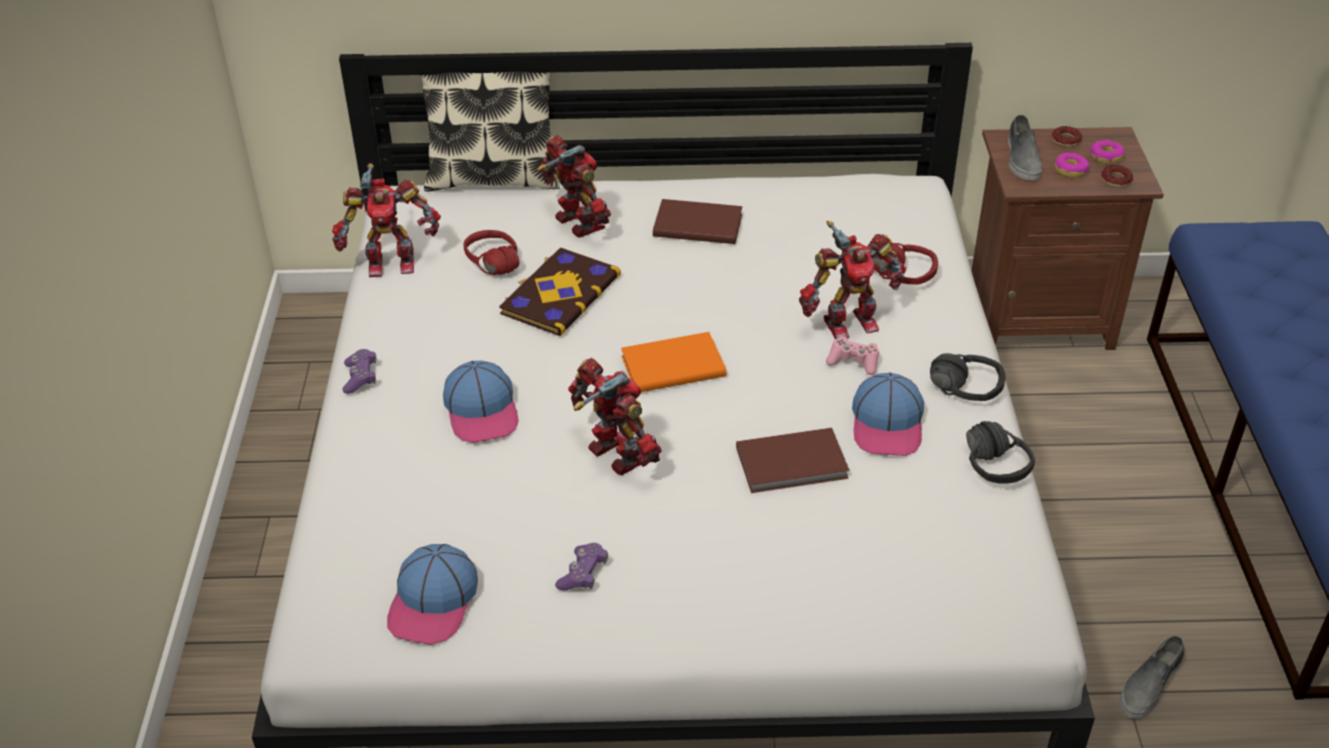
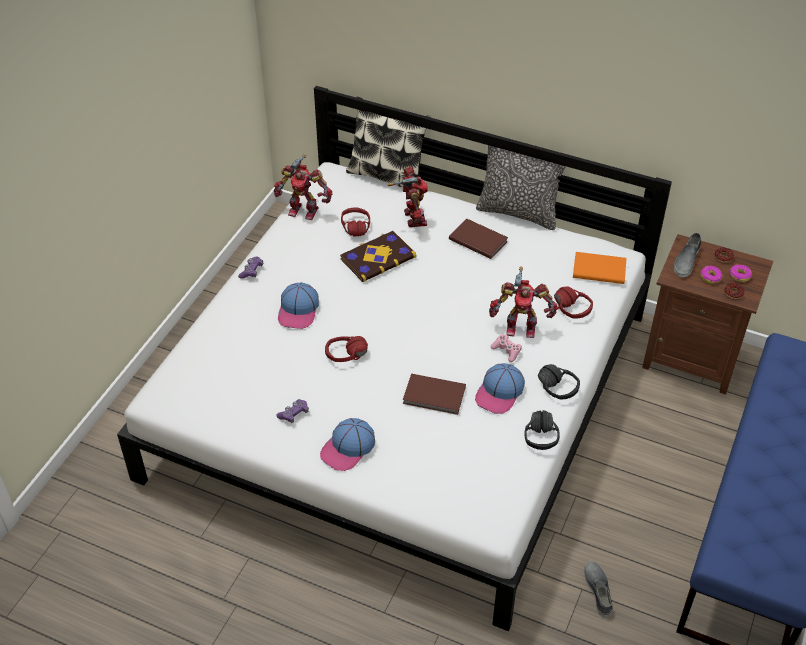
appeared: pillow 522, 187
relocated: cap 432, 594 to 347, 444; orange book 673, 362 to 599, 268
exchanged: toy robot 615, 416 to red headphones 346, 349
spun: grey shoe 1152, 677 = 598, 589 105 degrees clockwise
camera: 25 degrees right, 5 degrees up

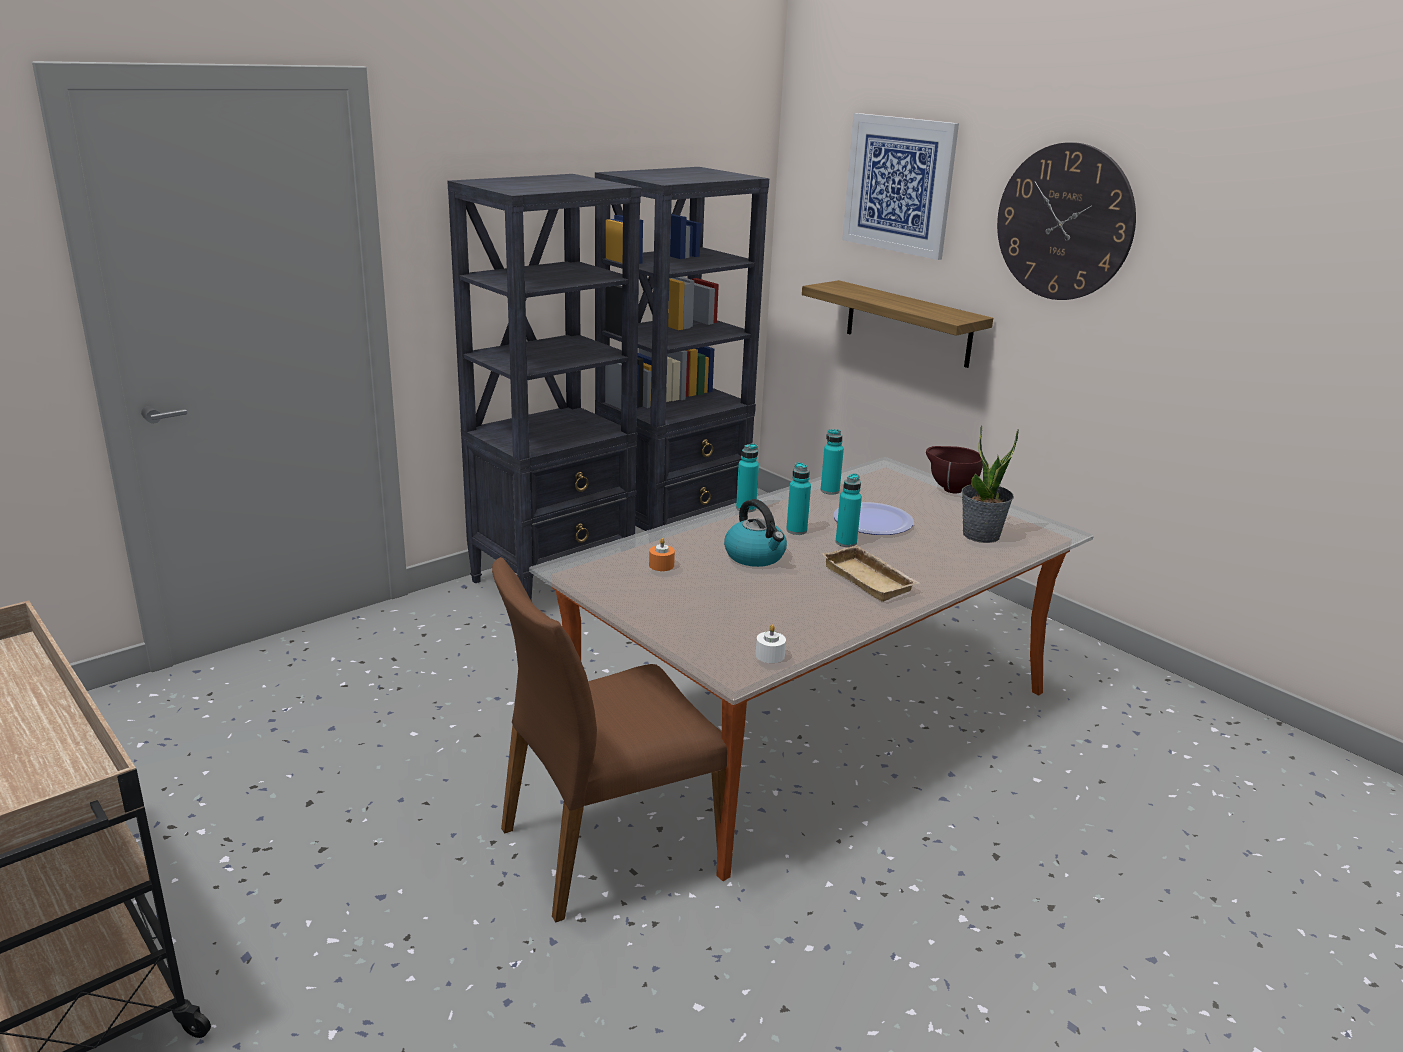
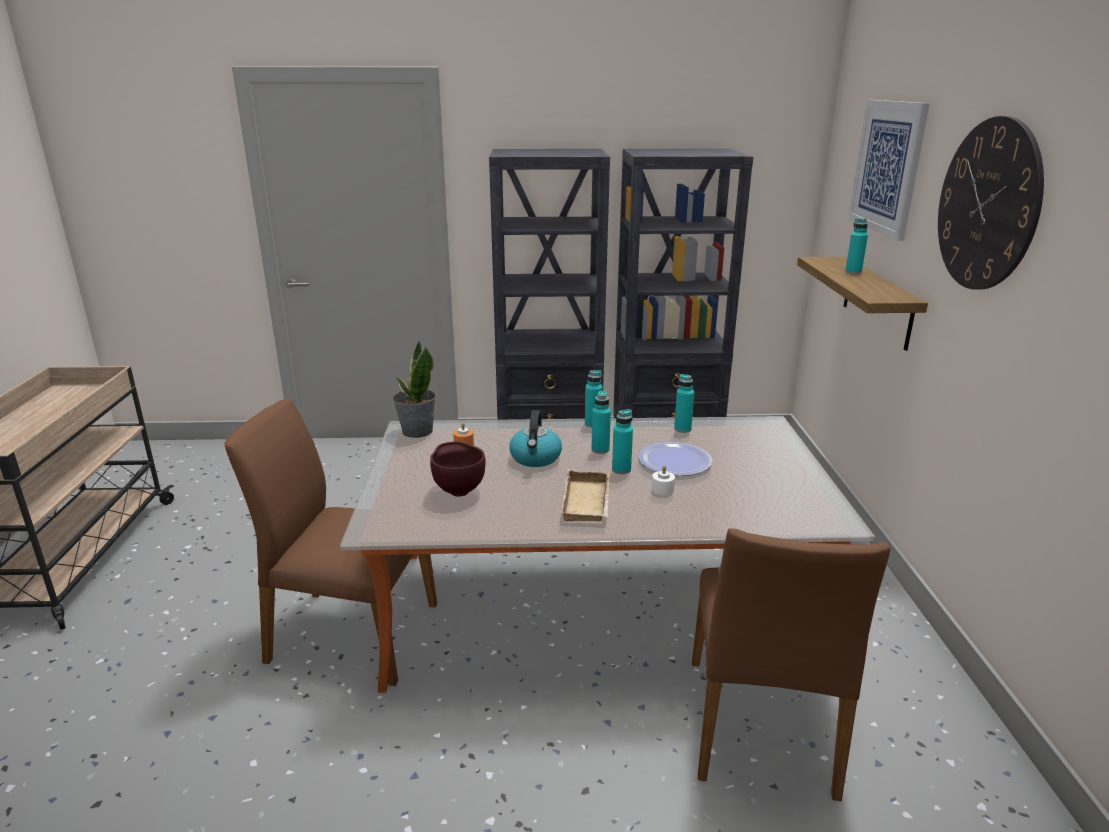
appeared: brown chair 791, 665; turquoise bottle 856, 246
relocated: potted plant 990, 484 to 414, 389; brown bowl 954, 469 to 458, 469; white candle 771, 644 to 663, 480
camera: 40 degrees right, 0 degrees up

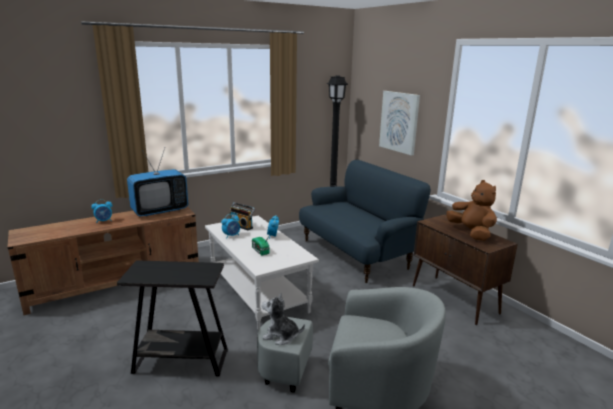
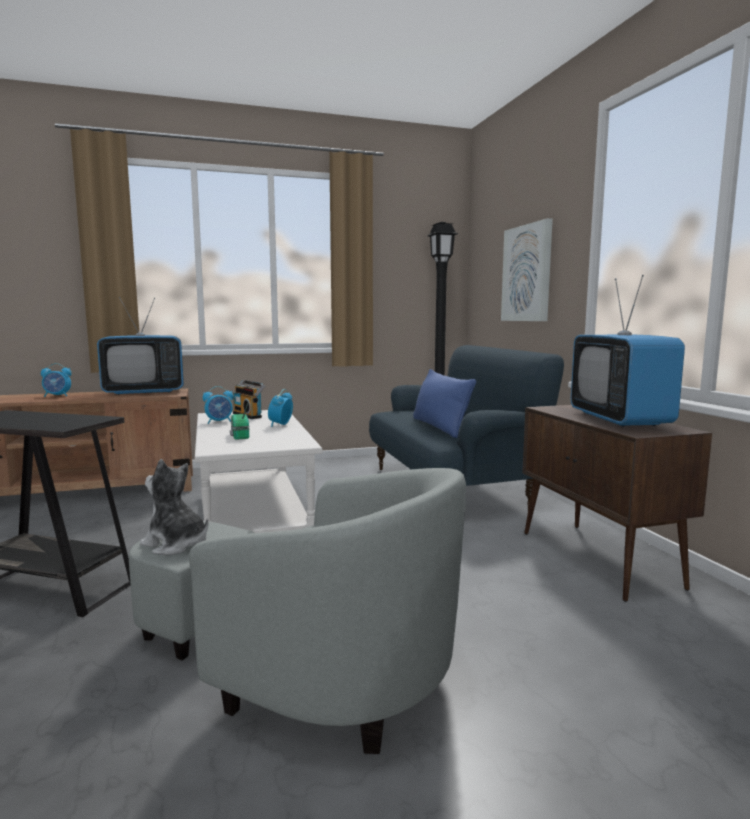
appeared: blue pillow 444, 403
exchanged: brown plush toy 471, 210 to television 628, 351
camera: 15 degrees right, 10 degrees down

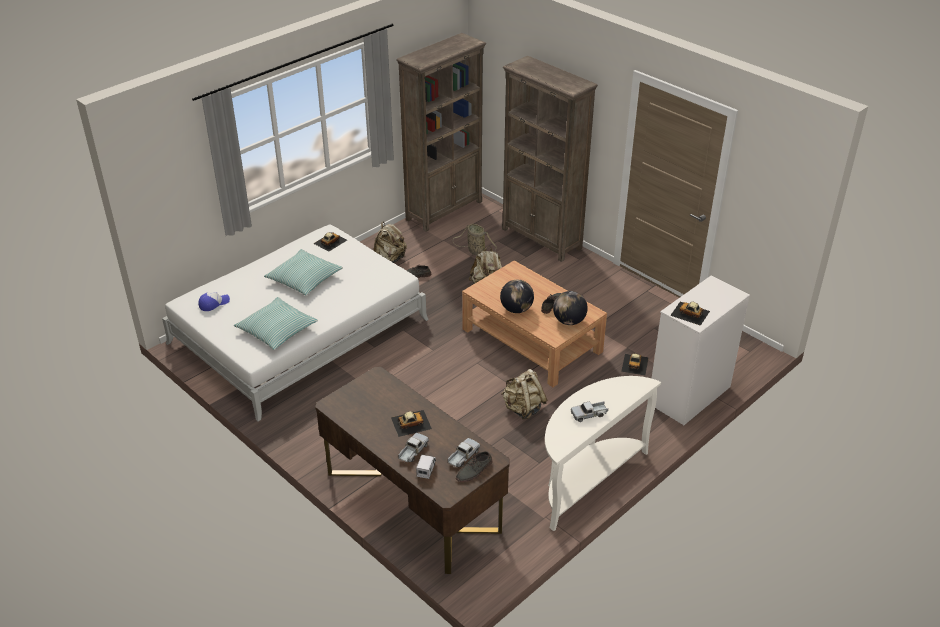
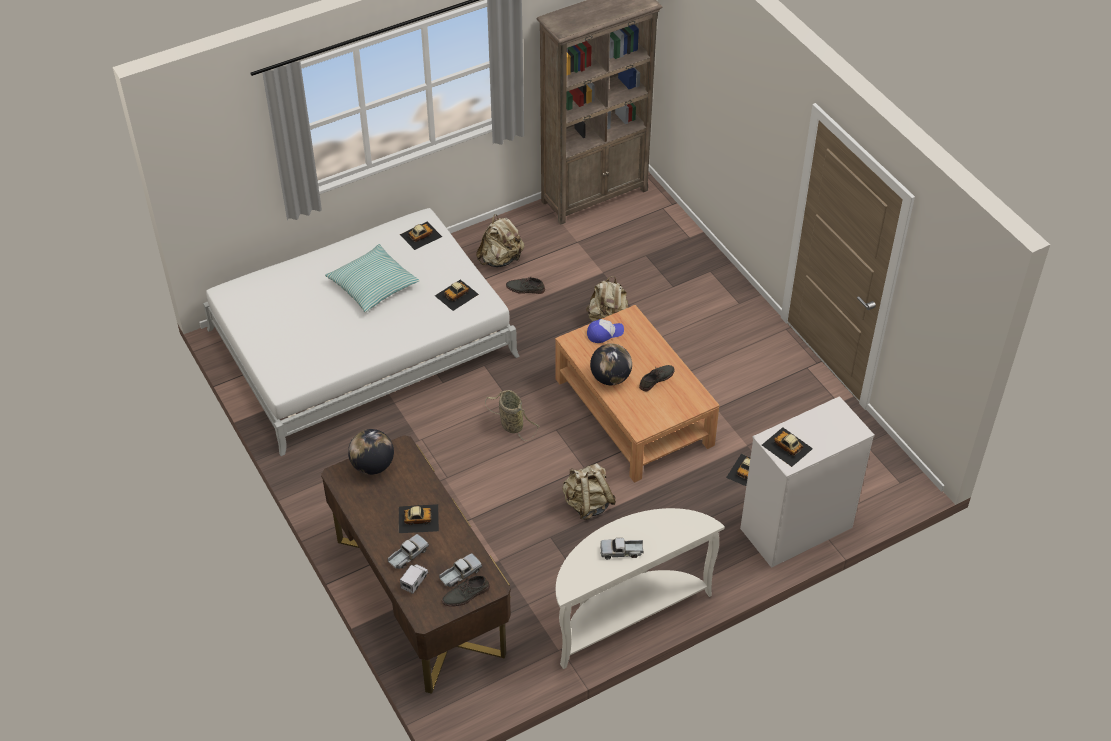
missing: pillow 276, 323; brown bookcase 550, 159
appeared: toy car 457, 295
relocated: globe 570, 308 to 371, 452; basket 475, 239 to 512, 415; cap 214, 301 to 605, 331
camera: 15 degrees right, 10 degrees up

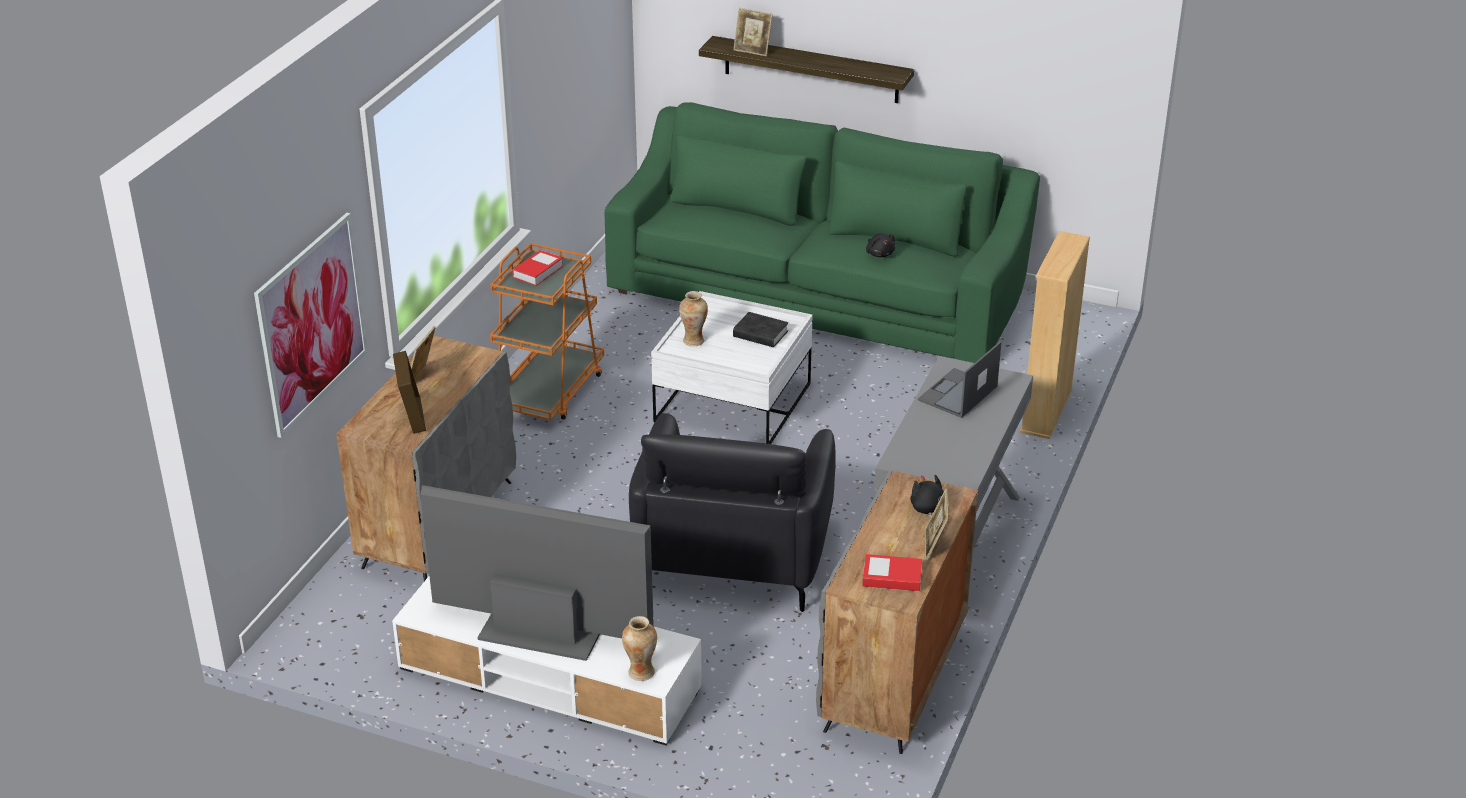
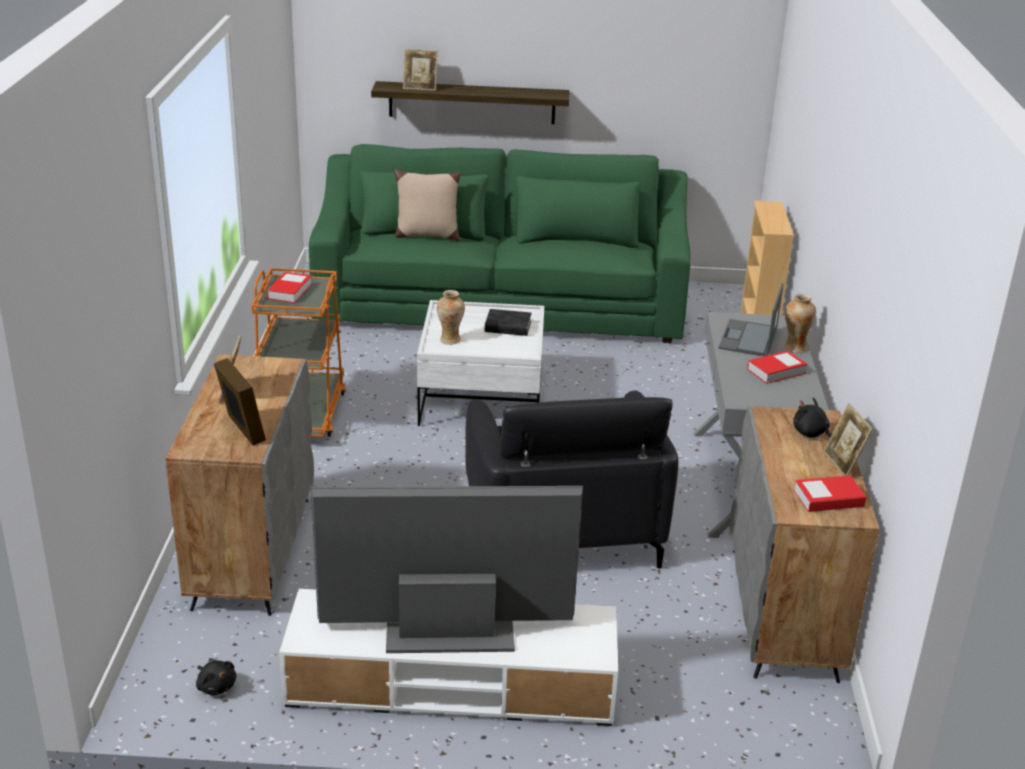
missing: picture 311, 325
appeared: beige pillow 427, 205; book 777, 367
relocated: black plush toy 880, 245 to 216, 677; vase 639, 648 to 800, 323
camera: 20 degrees left, 5 degrees down

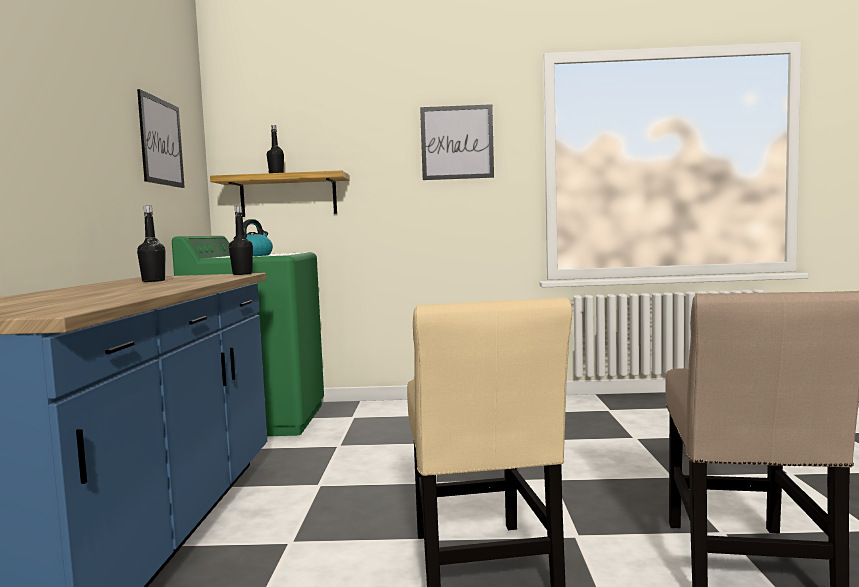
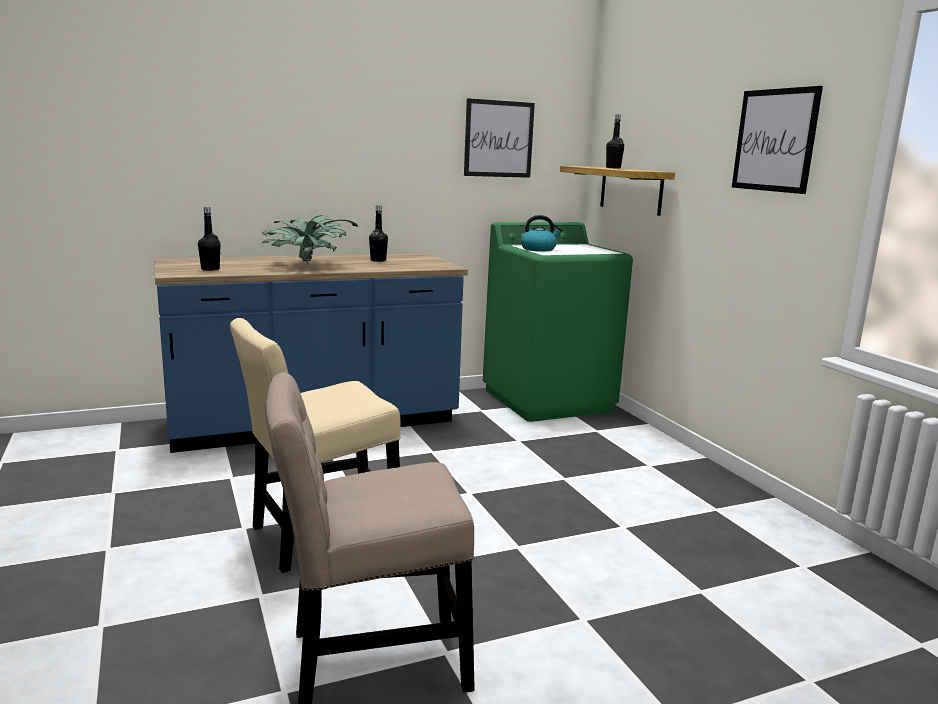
appeared: potted plant 310, 240
relocated: black bottle 241, 240 to 209, 239
camera: 65 degrees right, 10 degrees up

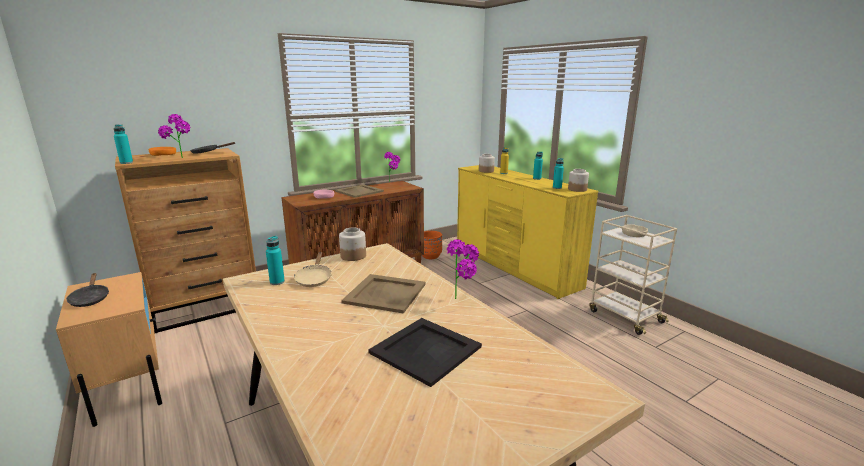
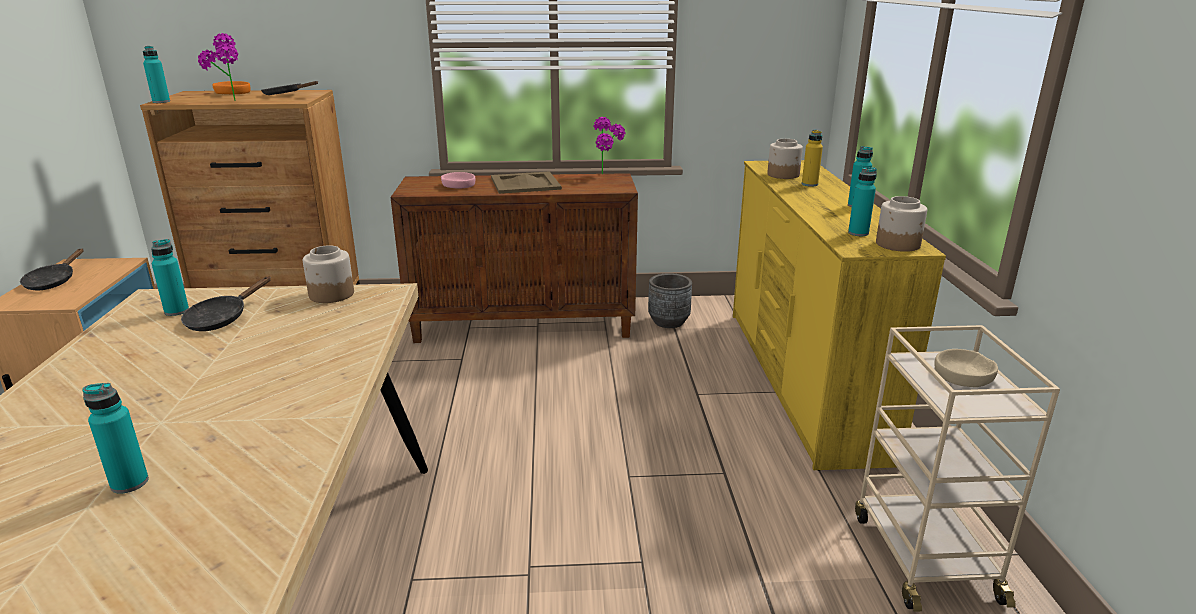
missing: beige tray 383, 294; potted plant 463, 269
exchanged: black tray 425, 352 to turquoise bottle 115, 438
colour: beige frying pan 313, 269 to black frying pan 226, 304; orange planter 432, 245 to grey planter 670, 300
camera: 30 degrees right, 5 degrees up

